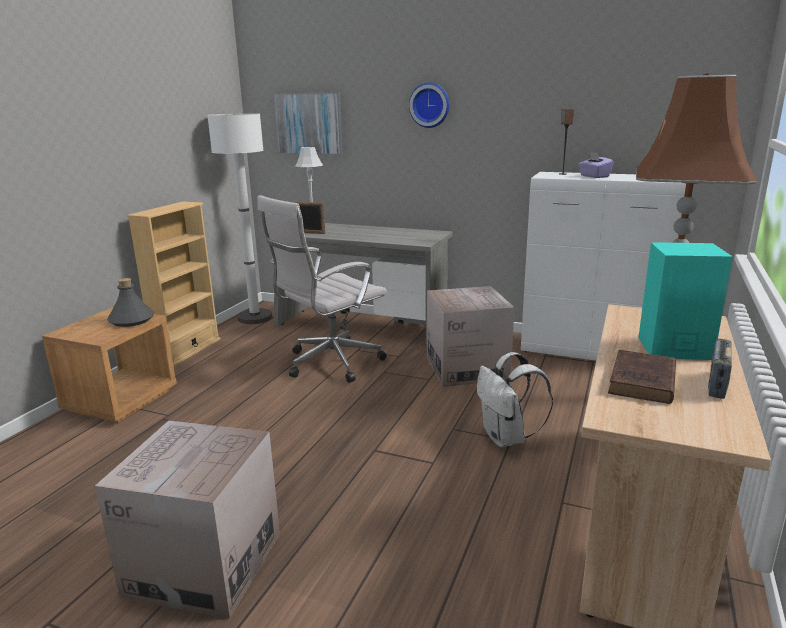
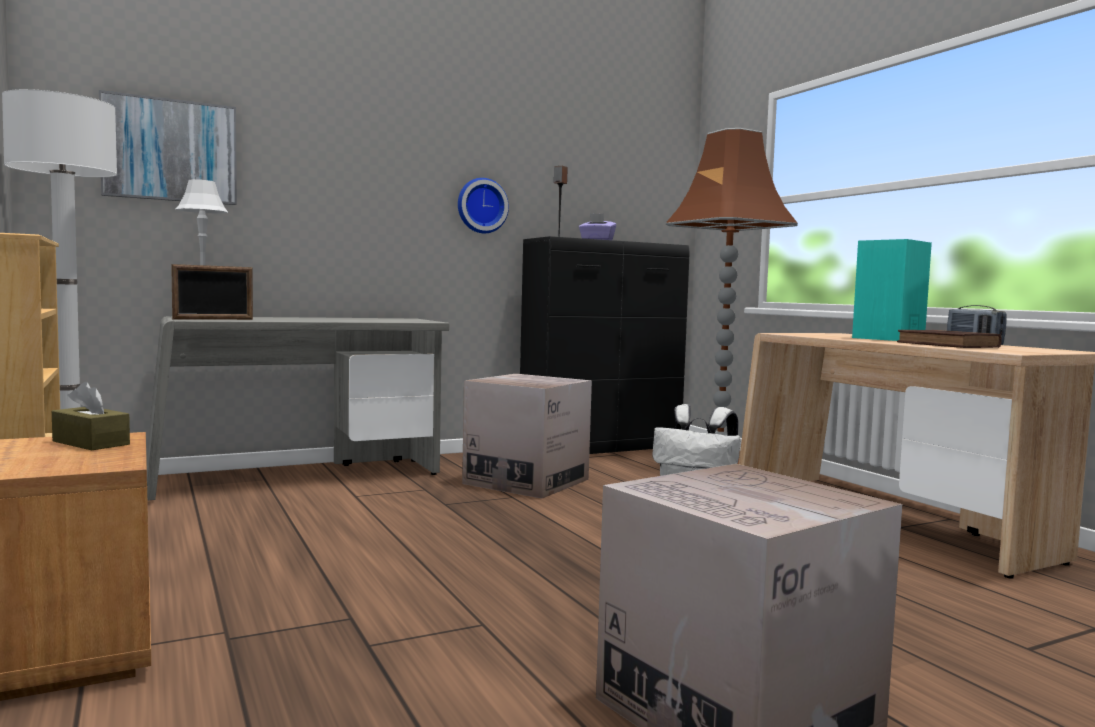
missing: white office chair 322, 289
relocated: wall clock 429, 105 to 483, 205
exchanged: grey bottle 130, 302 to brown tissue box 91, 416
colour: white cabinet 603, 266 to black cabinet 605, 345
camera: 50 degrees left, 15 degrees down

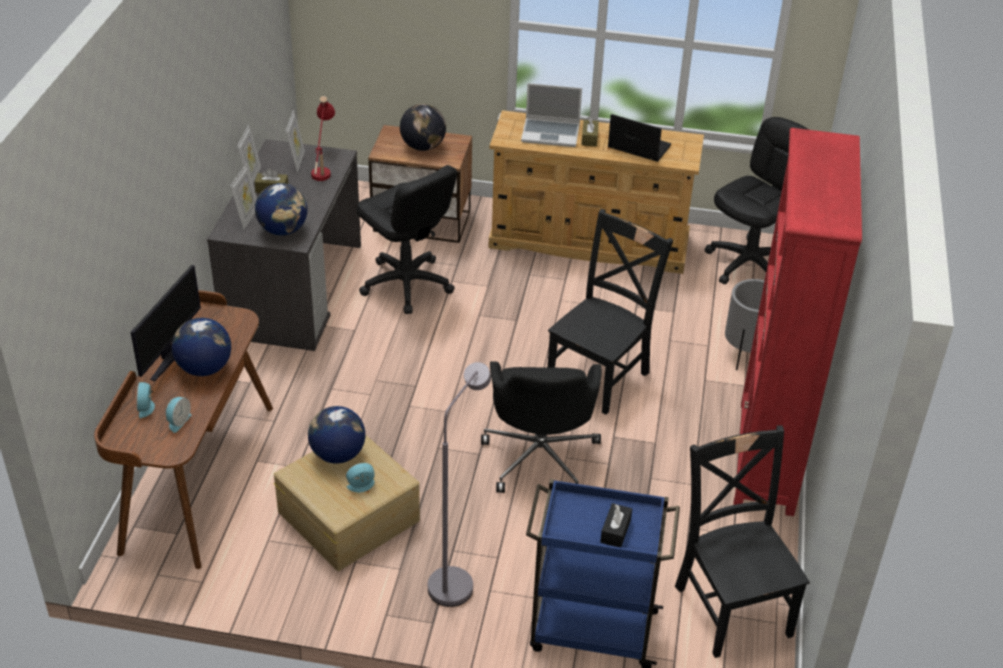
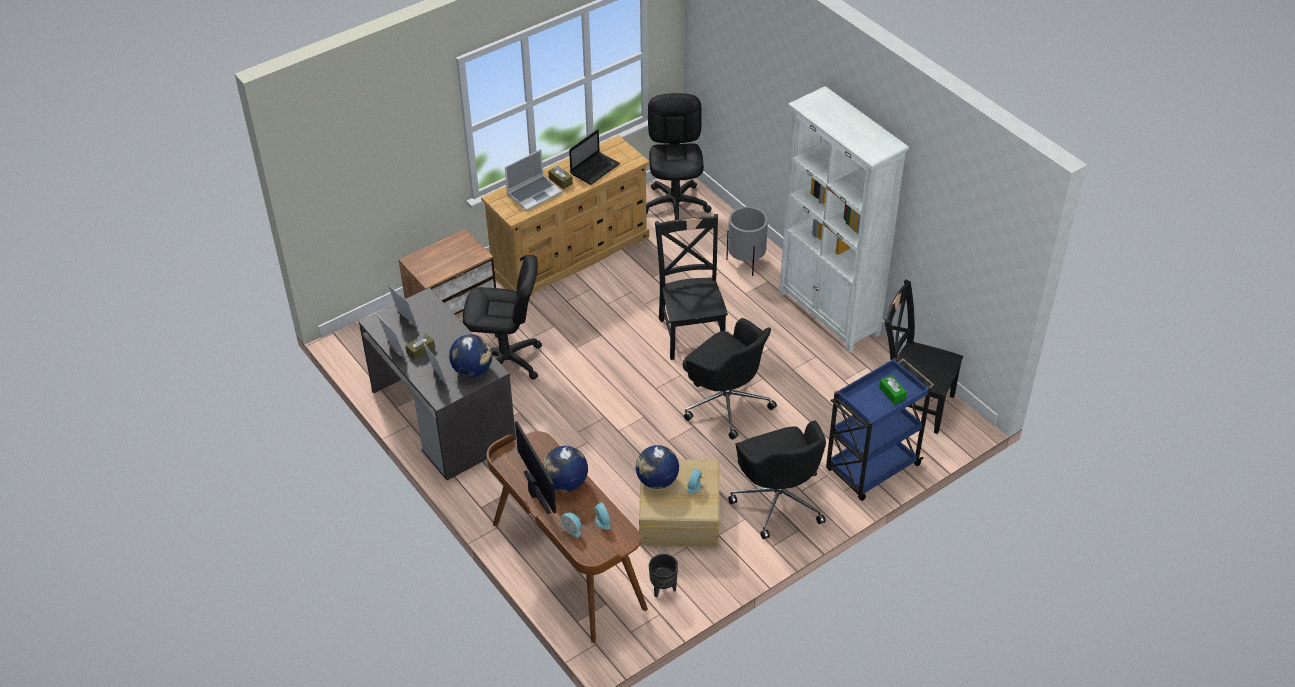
missing: red table lamp 323, 138; globe 423, 127
appeared: black planter 663, 576
exchanged: grey floor lamp 459, 484 to black office chair 777, 480
colour: red bookcase 797, 322 to white bookcase 844, 219; black tissue box 616, 525 to green tissue box 893, 390
spun: laptop 639, 138 = 594, 157 150 degrees clockwise
camera: 45 degrees left, 5 degrees up

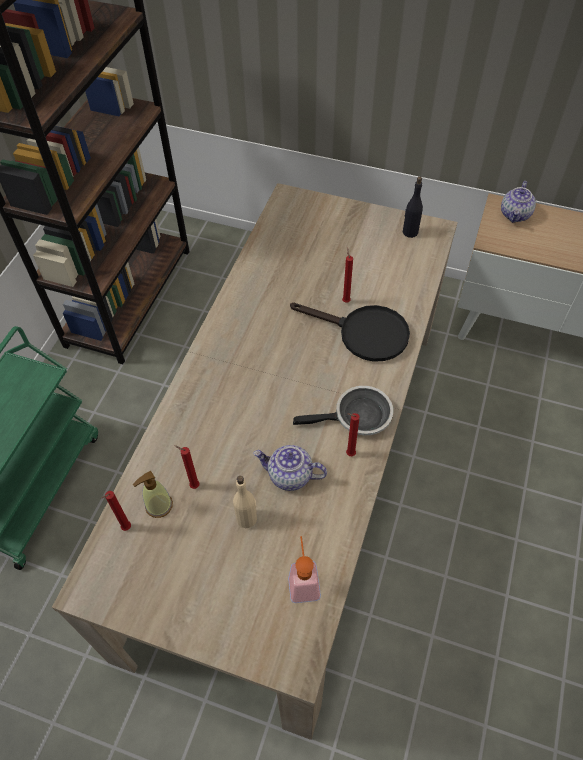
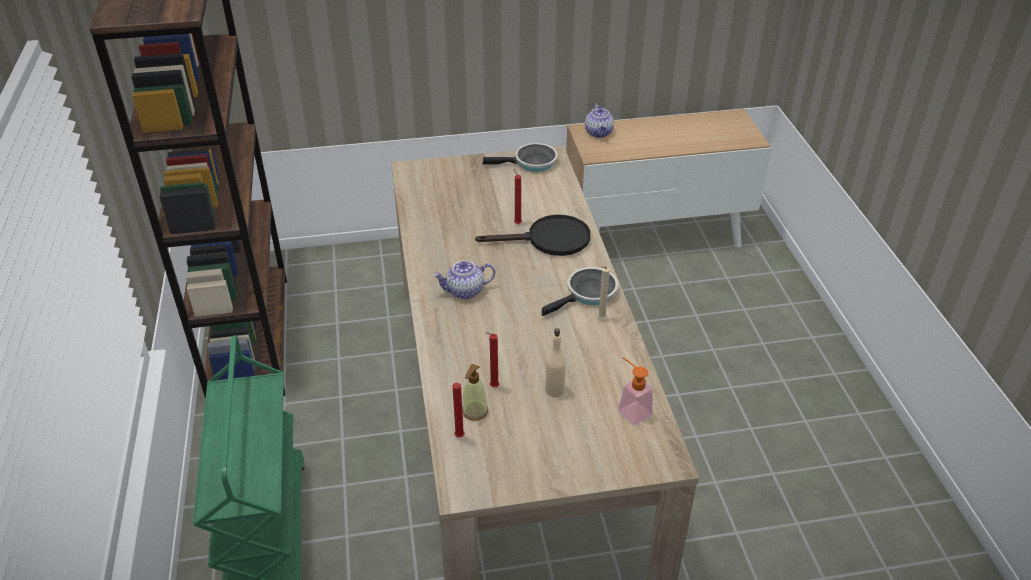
relocated: teapot 290, 468 to 464, 279
exchanged: black bottle 413, 207 to frying pan 520, 157
colour: red candle 353, 434 to beige candle 604, 292
camera: 30 degrees left, 15 degrees down

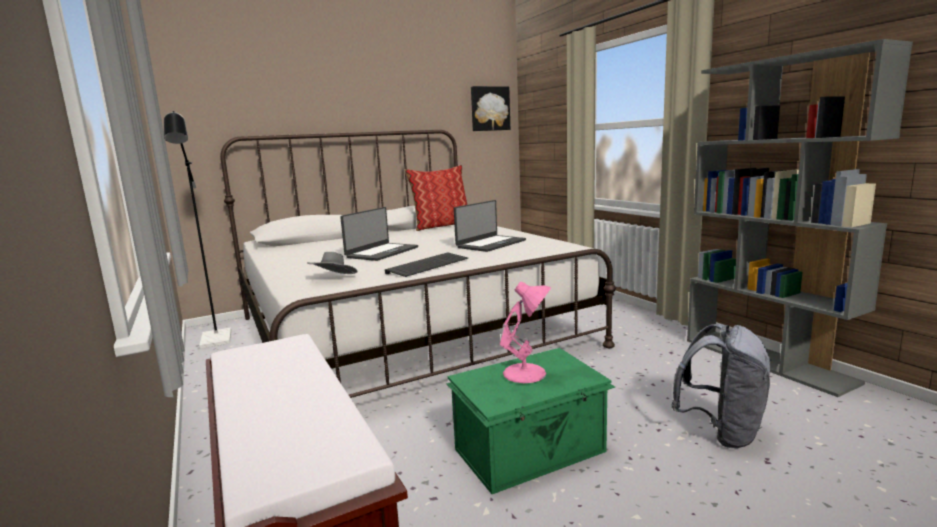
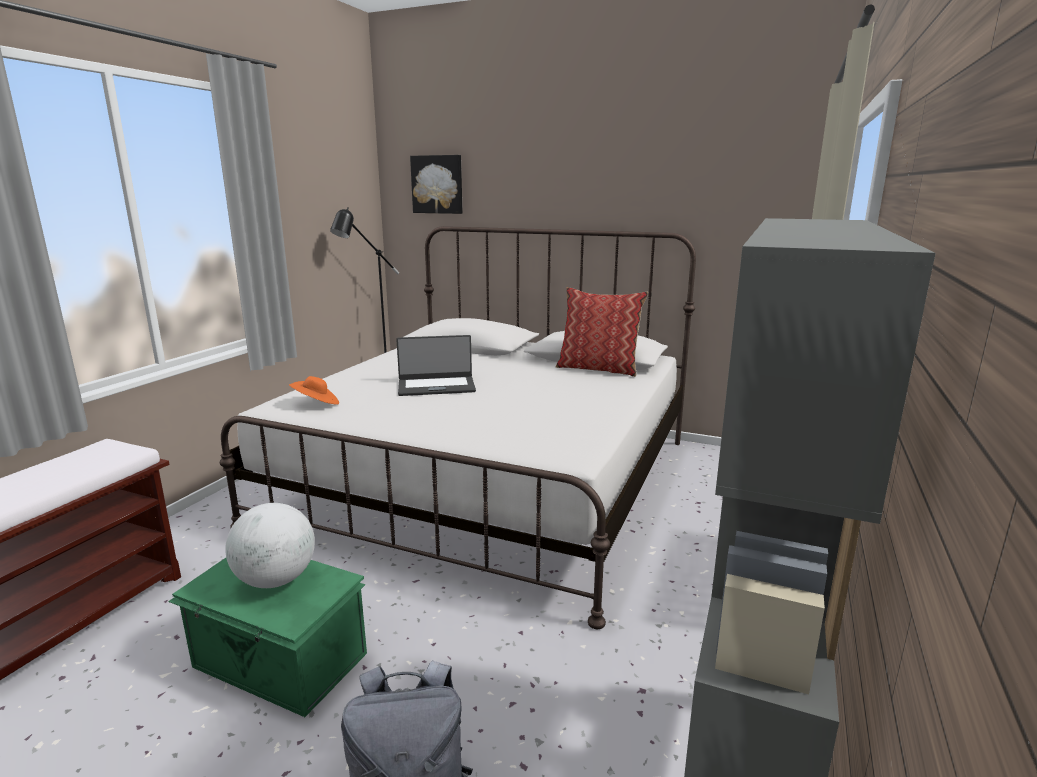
missing: keyboard 427, 264; laptop 490, 226
relocated: picture 490, 108 to 436, 184
exchanged: pink table lamp 525, 332 to globe 270, 545
colour: grey hat 332, 263 to orange hat 314, 390
camera: 50 degrees right, 5 degrees up

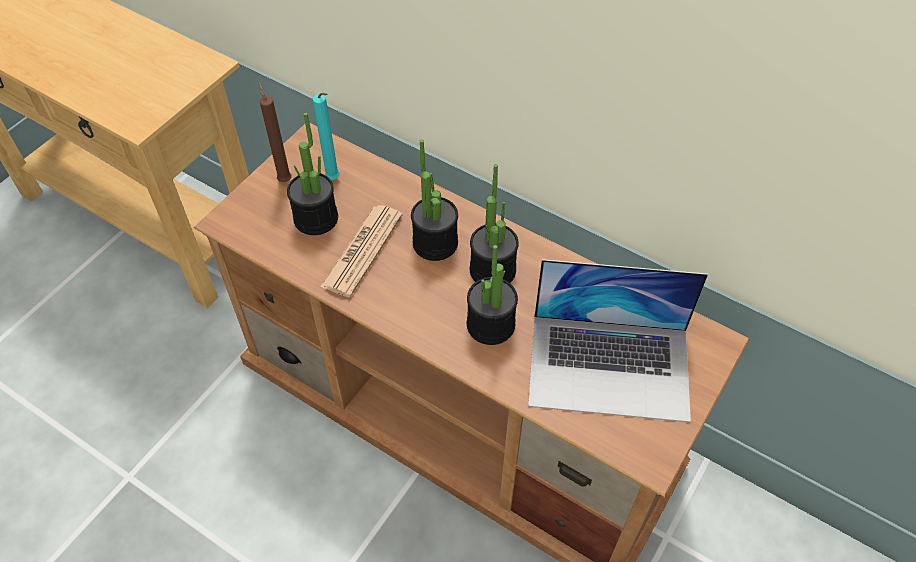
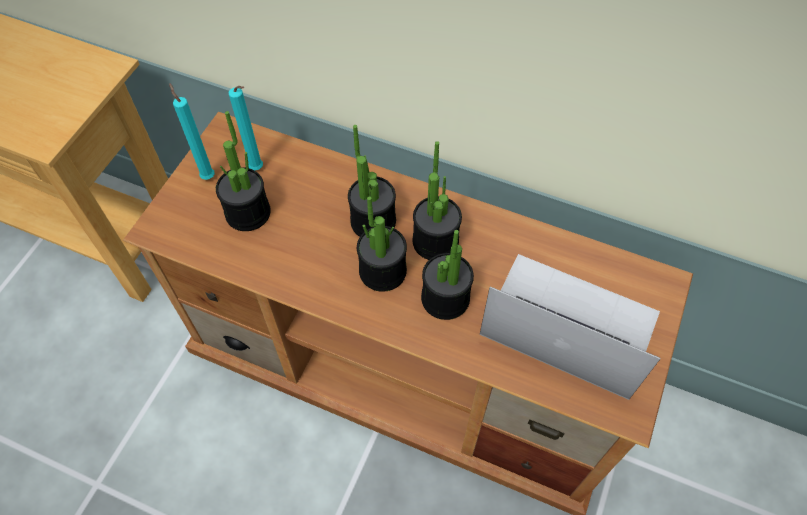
missing: newspaper 361, 251
appeared: potted plant 382, 244
colour: brown candle 275, 132 to turquoise candle 192, 131
spun: laptop 618, 340 = 570, 327 150 degrees counterclockwise
camera: 10 degrees left, 5 degrees up

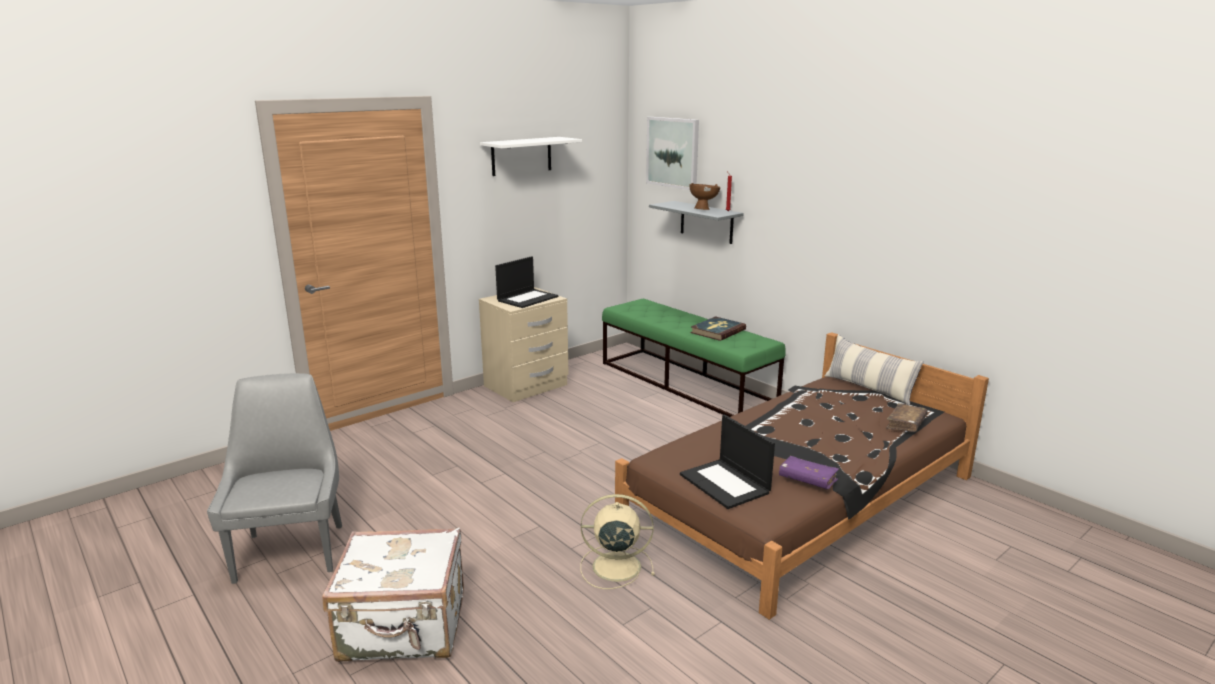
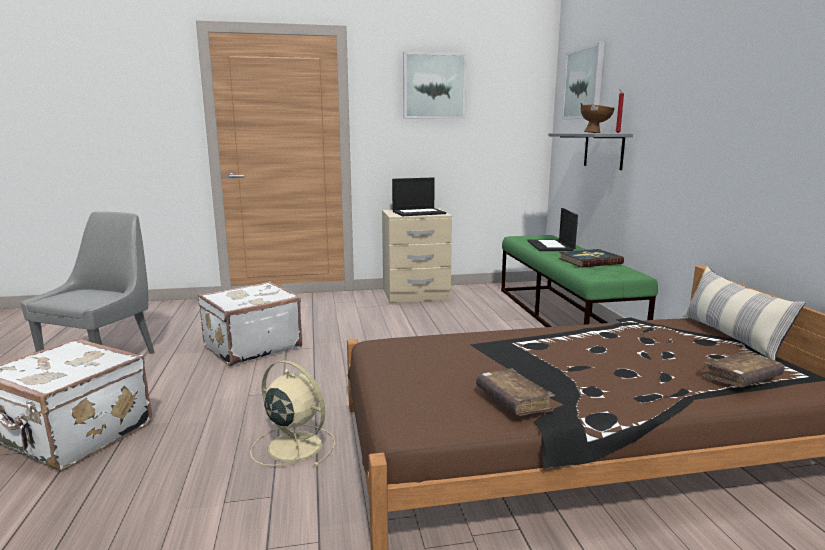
appeared: white suitcase 250, 323
relocated: laptop 727, 462 to 552, 229
exchanged: white shelf 531, 156 to picture 434, 85
colour: purple book 809, 472 to brown book 515, 392
camera: 30 degrees right, 5 degrees down

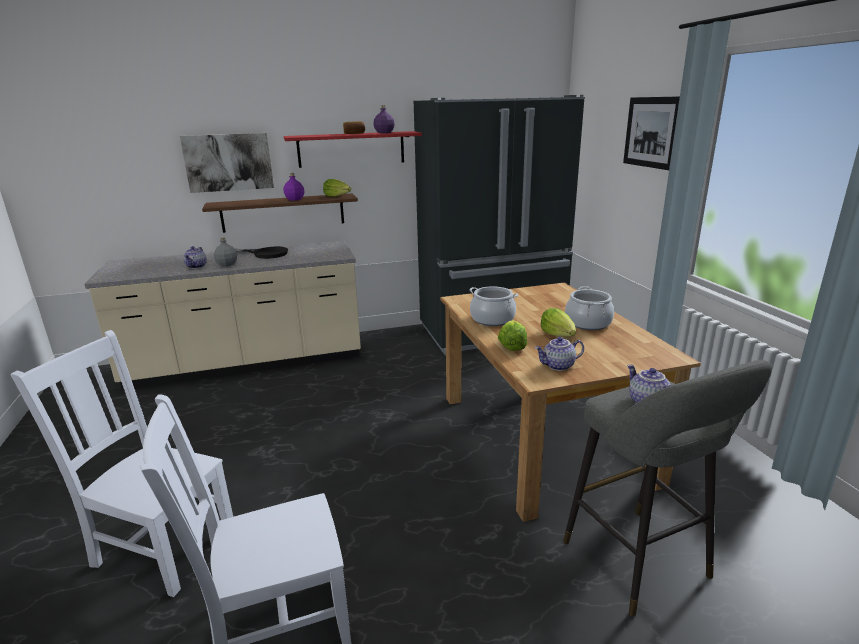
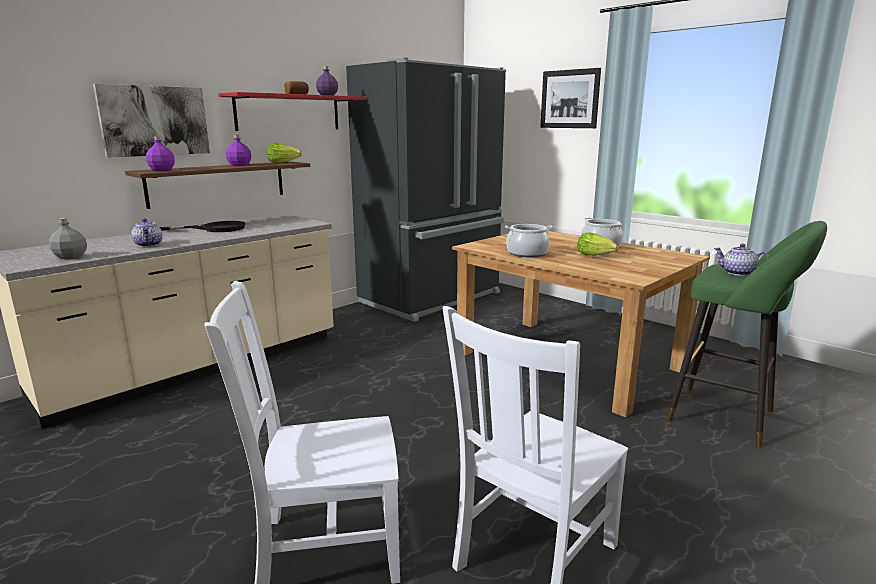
missing: lettuce 512, 335; teapot 559, 354
appeared: purple bottle 160, 153
relocated: grey bottle 225, 251 to 68, 238
colour: grey stool 667, 488 to green stool 746, 334
camera: 30 degrees left, 5 degrees down

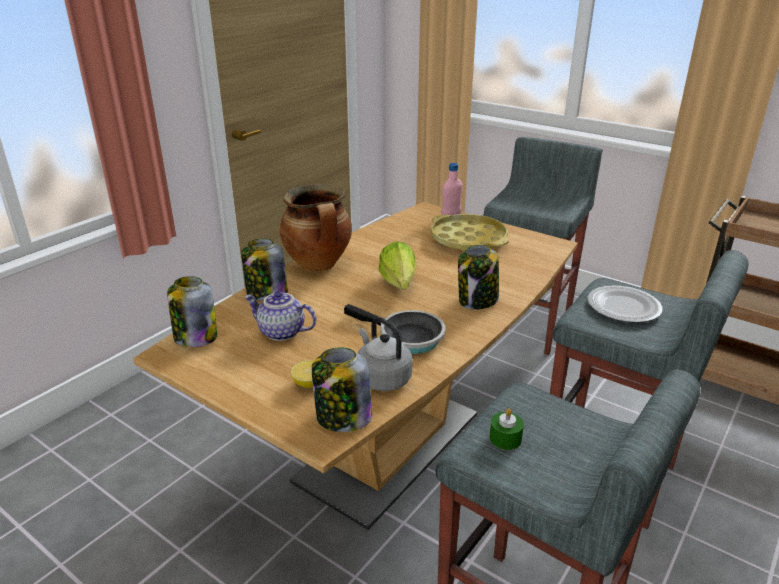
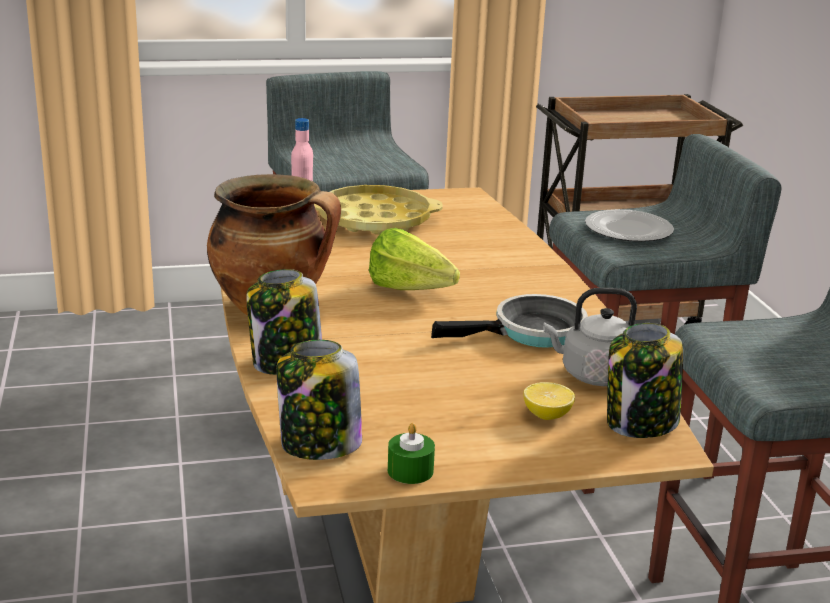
missing: teapot 280, 316; jar 478, 277
relocated: green candle 506, 429 to 411, 453
camera: 50 degrees left, 5 degrees down

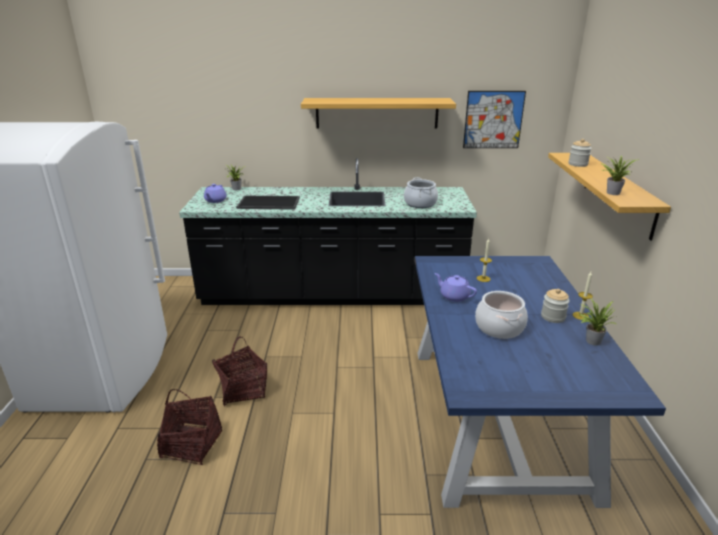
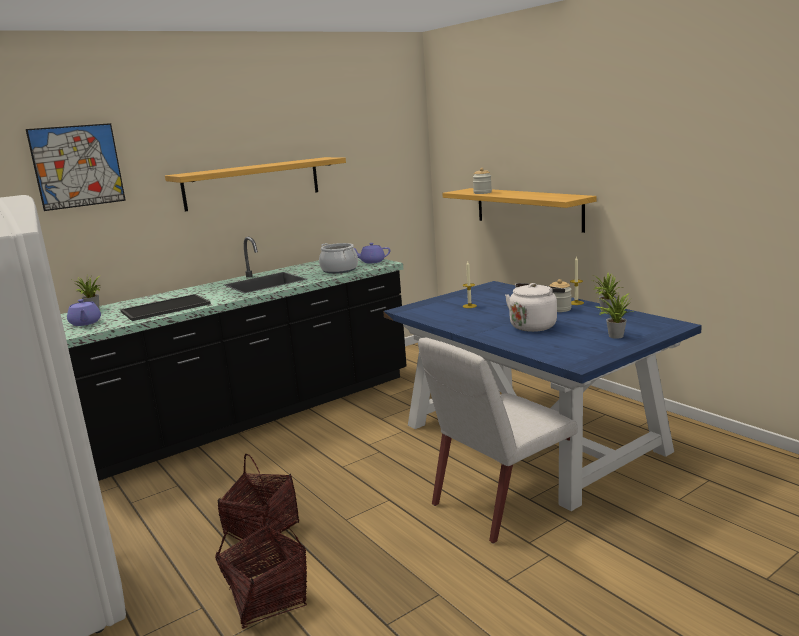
appeared: white chair 498, 441
relocated: picture 494, 119 to 76, 167; purple teapot 455, 287 to 372, 253; potted plant 618, 175 to 615, 316
exchanged: cooking pot 501, 315 to white kettle 535, 307
camera: 35 degrees left, 10 degrees down

